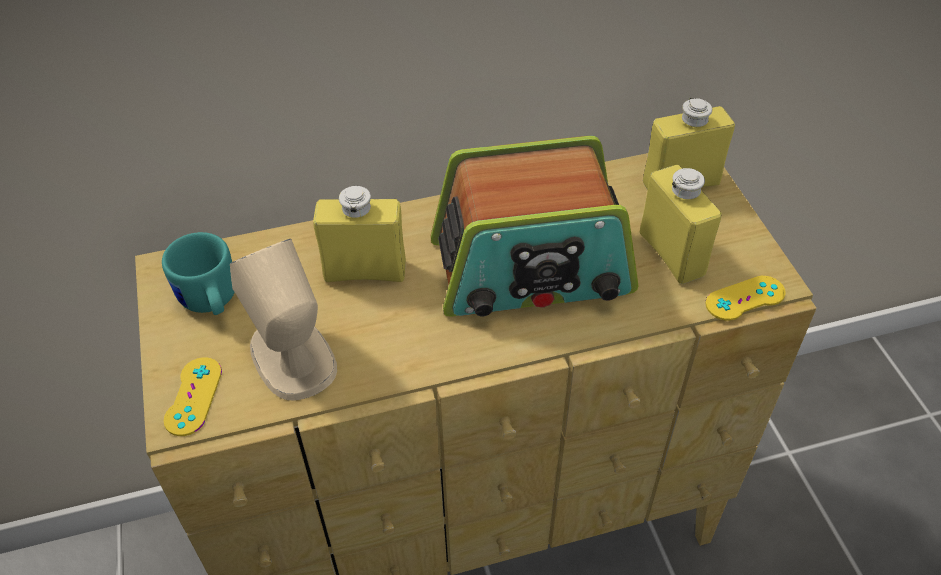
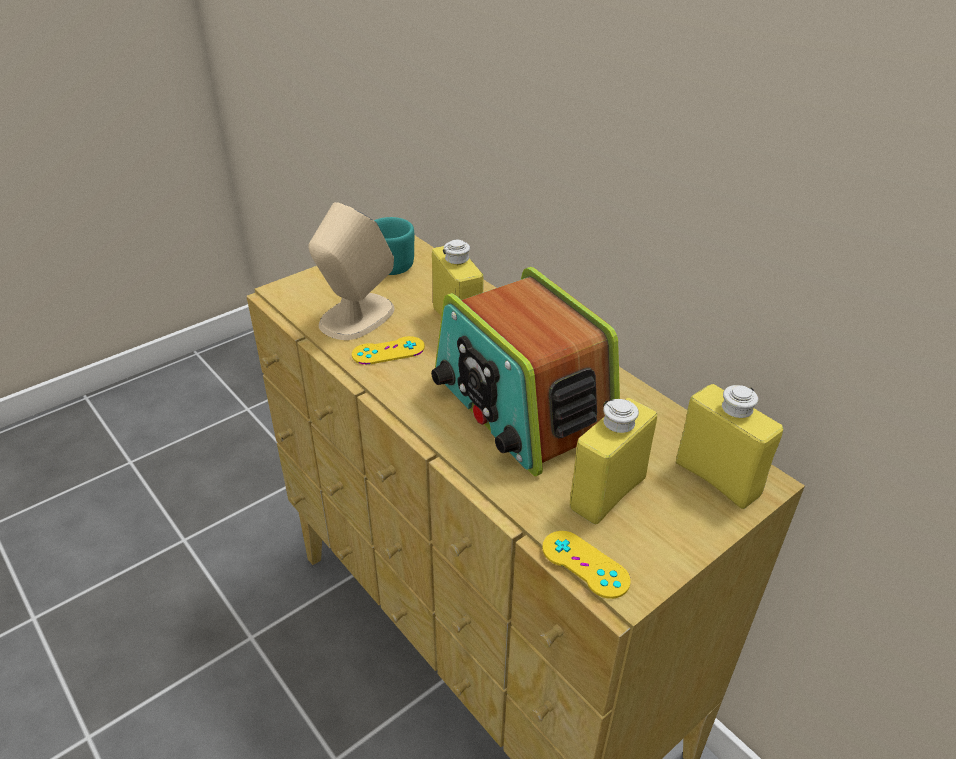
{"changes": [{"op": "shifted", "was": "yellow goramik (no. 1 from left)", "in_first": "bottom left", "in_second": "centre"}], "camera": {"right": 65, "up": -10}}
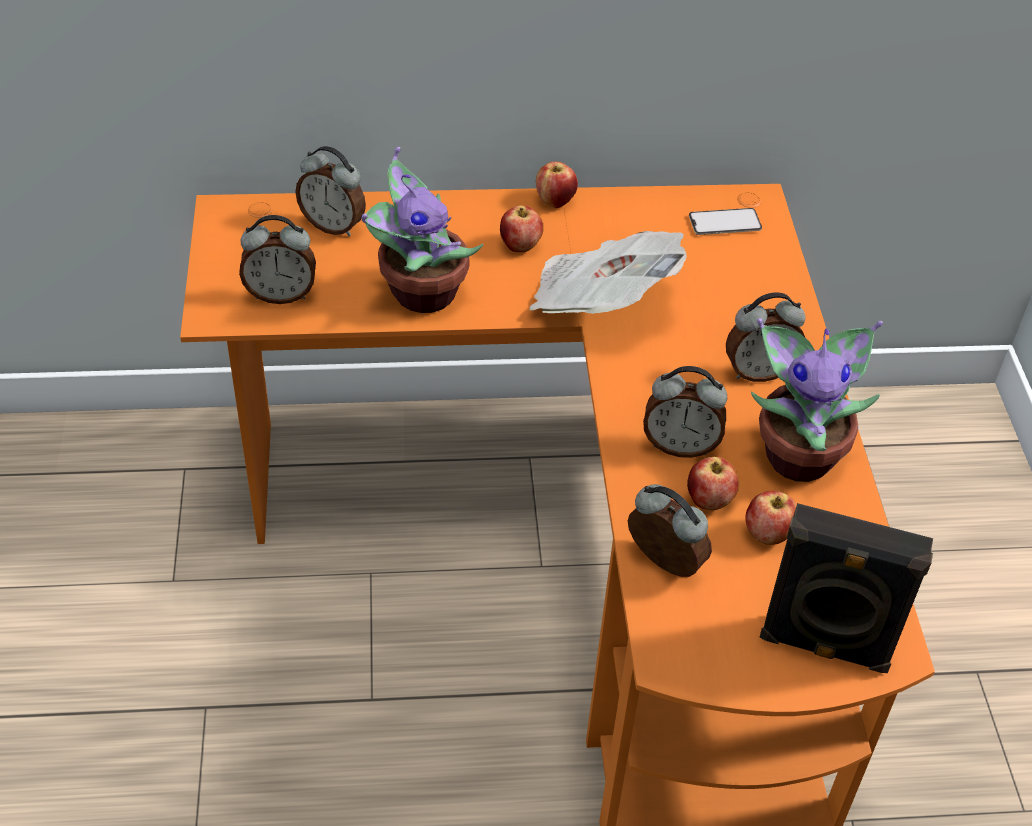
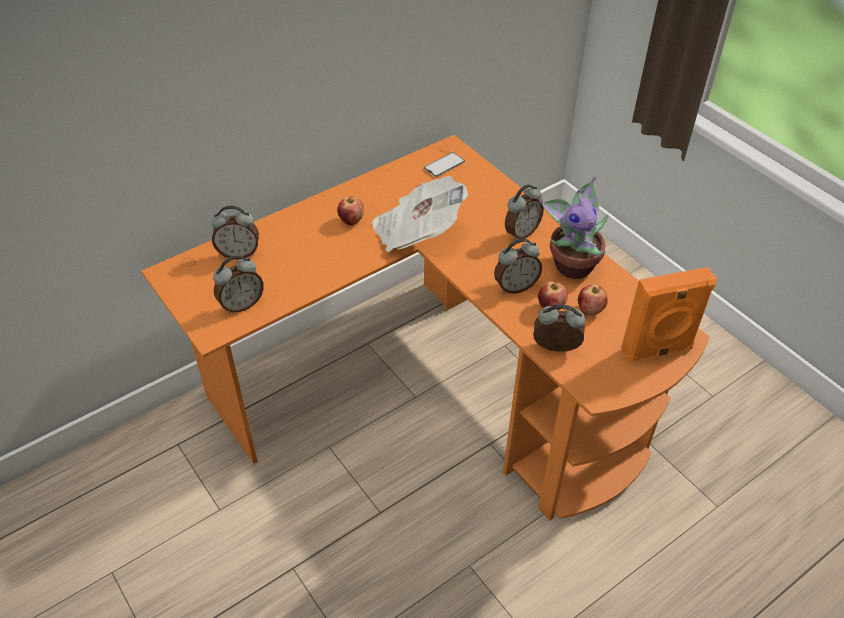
{"changes": [{"op": "gone", "was": "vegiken (no. 1 from left)", "in_first": "top centre"}, {"op": "gone", "was": "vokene (no. 2 from left)", "in_first": "top centre"}, {"op": "repainted", "was": "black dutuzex", "now": "orange dutuzex", "in_first": "bottom right", "in_second": "middle right"}], "camera": {"right": -30, "up": 0}}
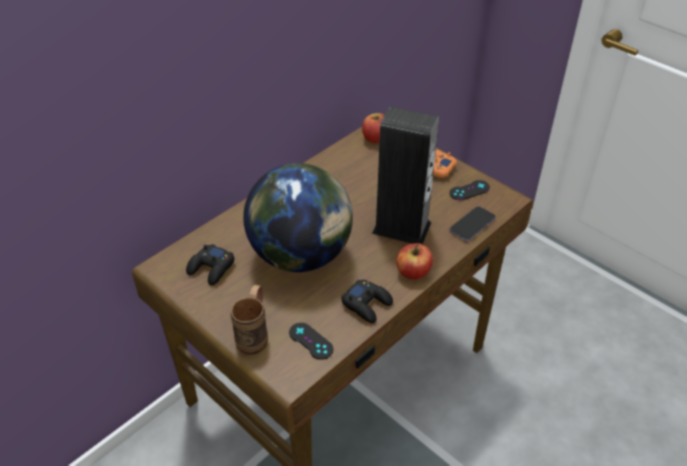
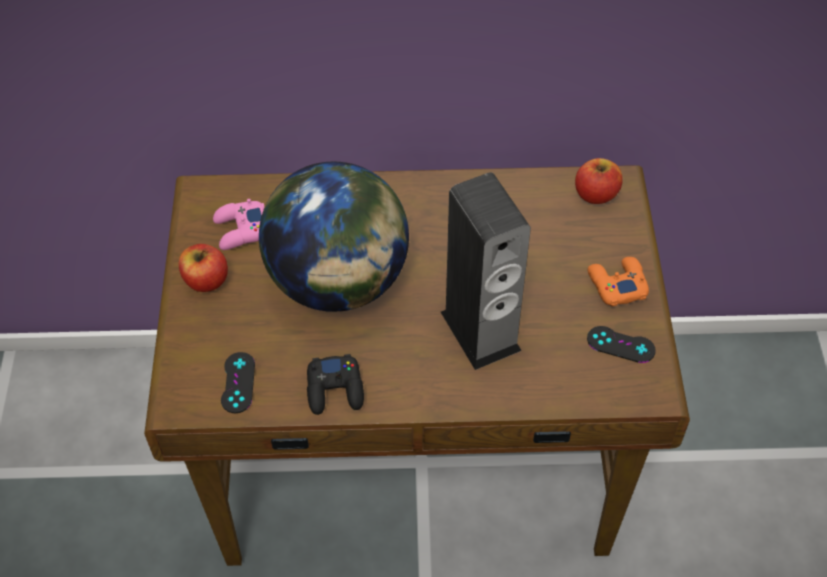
{"changes": [{"op": "repainted", "was": "black goramik (no. 1 from left)", "now": "pink goramik", "in_first": "middle left", "in_second": "middle left"}, {"op": "gone", "was": "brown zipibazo", "in_first": "bottom centre"}, {"op": "shifted", "was": "vokene (no. 2 from left in the first image)", "now": "vokene (no. 1 from left)", "in_first": "centre", "in_second": "middle left"}, {"op": "gone", "was": "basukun", "in_first": "middle right"}], "camera": {"right": 45, "up": 10}}
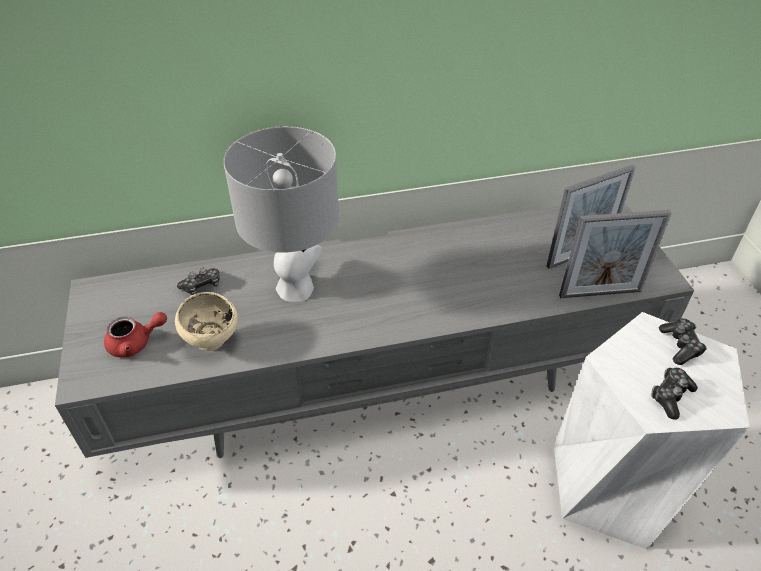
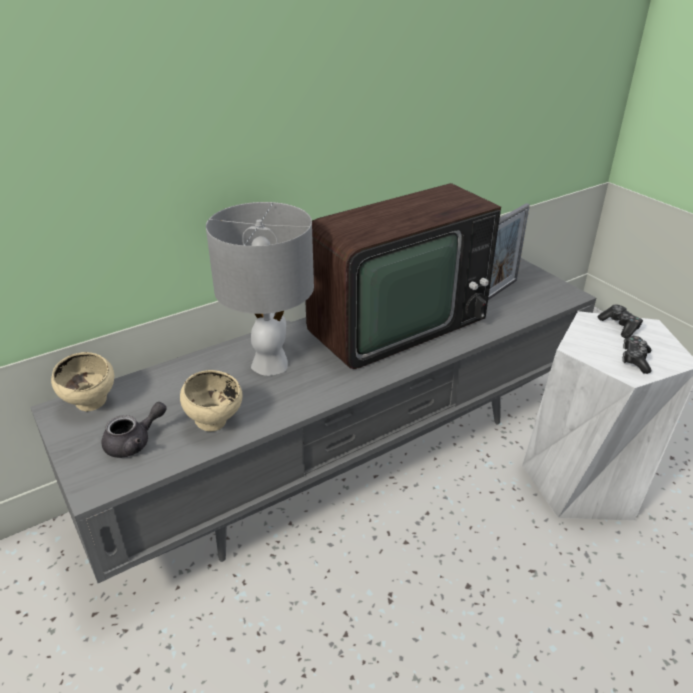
{"changes": [{"op": "repainted", "was": "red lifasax", "now": "grey lifasax", "in_first": "middle left", "in_second": "middle left"}, {"op": "gone", "was": "goramik (no. 1 from left)", "in_first": "middle left"}, {"op": "gone", "was": "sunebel (no. 2 from left)", "in_first": "middle right"}, {"op": "new", "now": "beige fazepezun (no. 1 from left)", "in_second": "middle left"}, {"op": "new", "now": "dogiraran", "in_second": "centre"}], "camera": {"right": -20, "up": -10}}
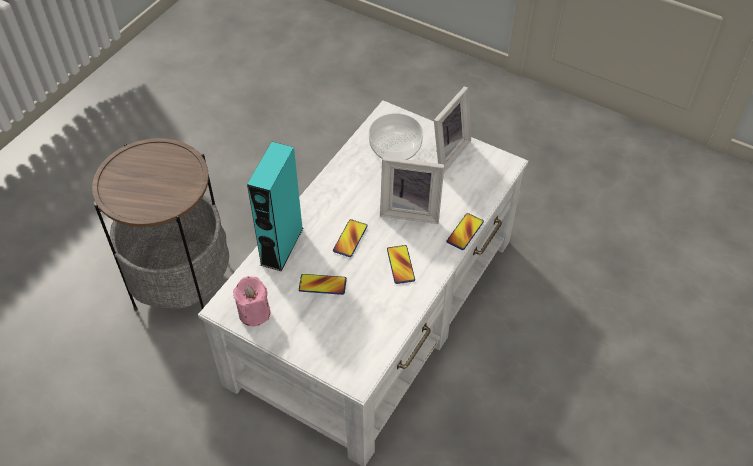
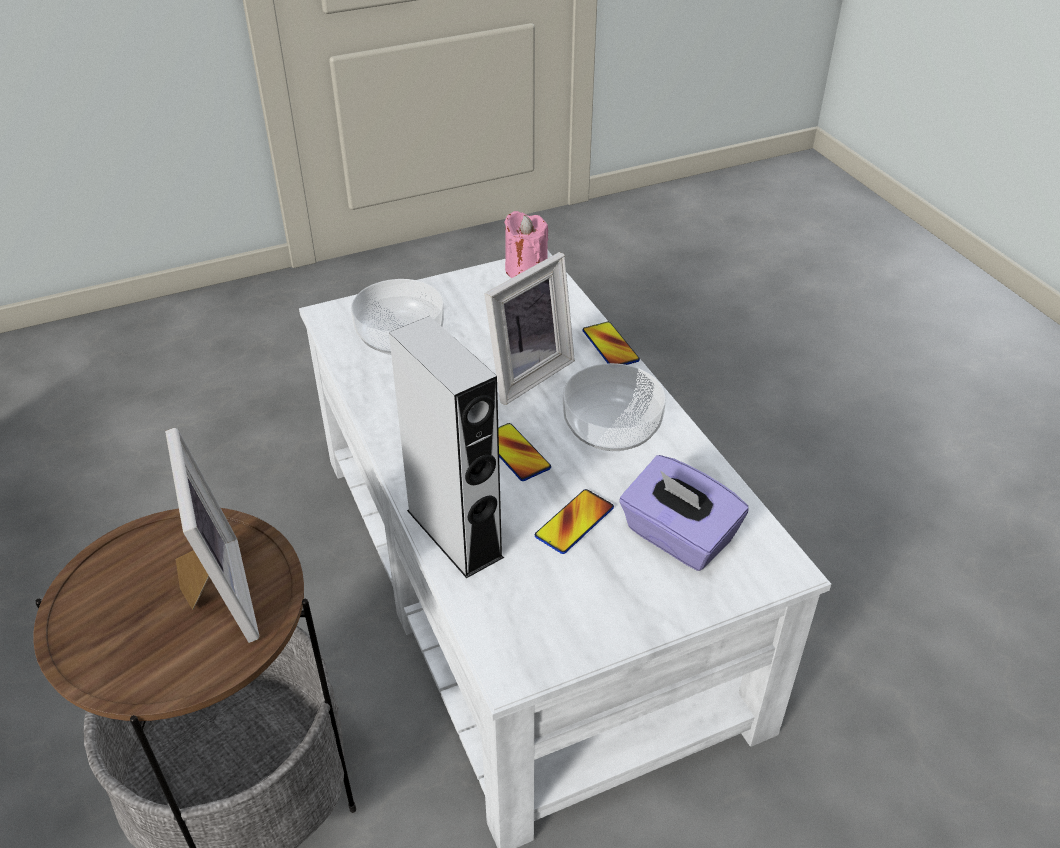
{"changes": [{"op": "shifted", "was": "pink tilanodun", "in_first": "centre", "in_second": "top centre"}, {"op": "repainted", "was": "turquoise dutuzex", "now": "grey dutuzex", "in_first": "centre", "in_second": "centre"}, {"op": "swapped", "was": "basukun (no. 3 from left)", "now": "fazepezun (no. 2 from left)", "in_first": "centre", "in_second": "centre"}, {"op": "shifted", "was": "sunebel (no. 2 from left in the first image)", "now": "sunebel (no. 1 from left)", "in_first": "top centre", "in_second": "middle left"}, {"op": "new", "now": "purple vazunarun", "in_second": "centre"}], "camera": {"right": -55, "up": -10}}
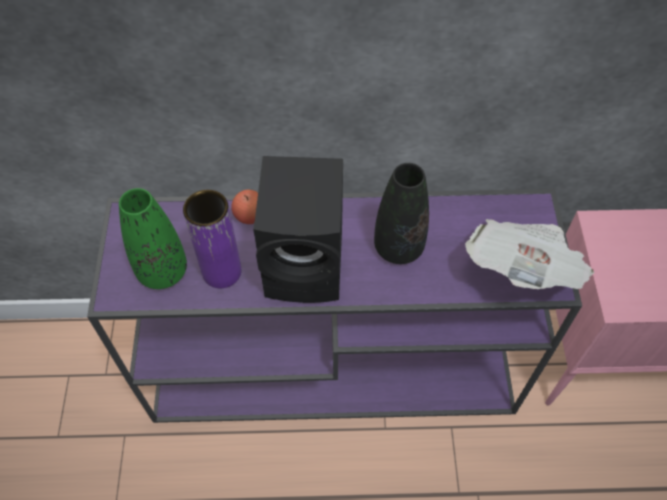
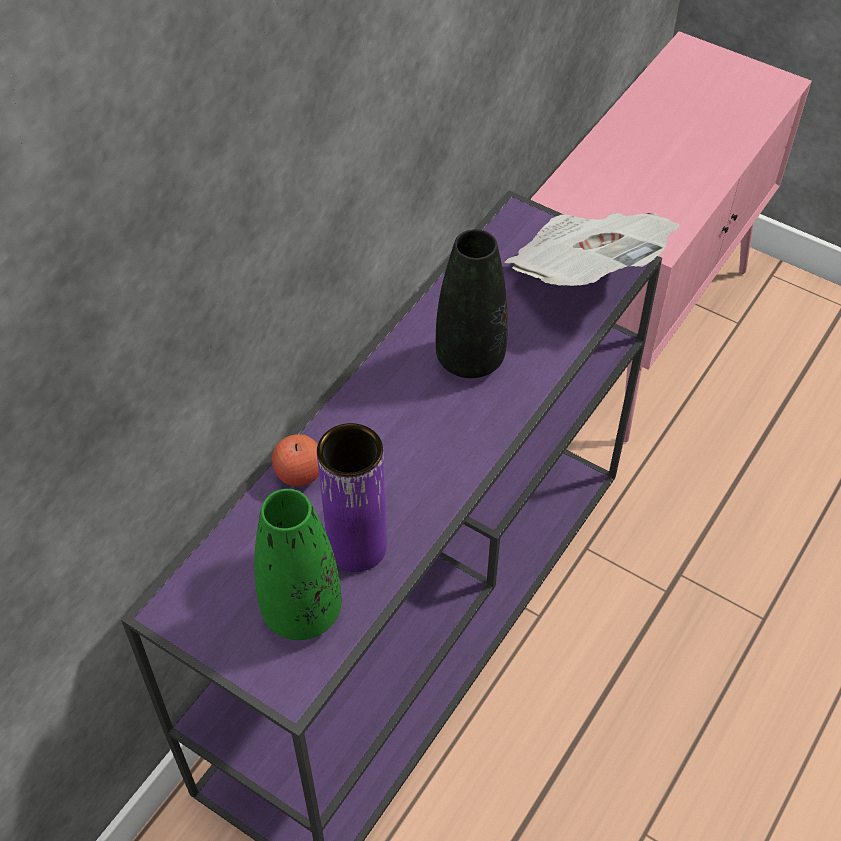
{"changes": [{"op": "gone", "was": "black dutuzex", "in_first": "centre"}], "camera": {"right": -55, "up": -5}}
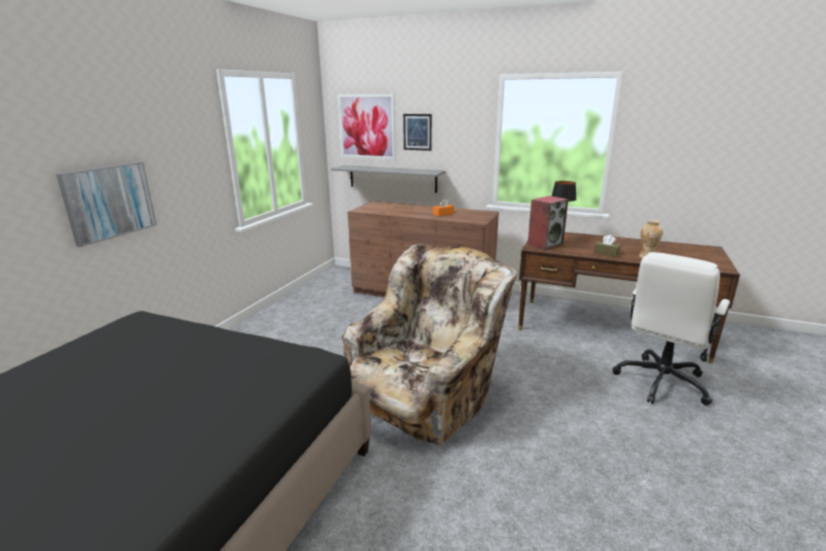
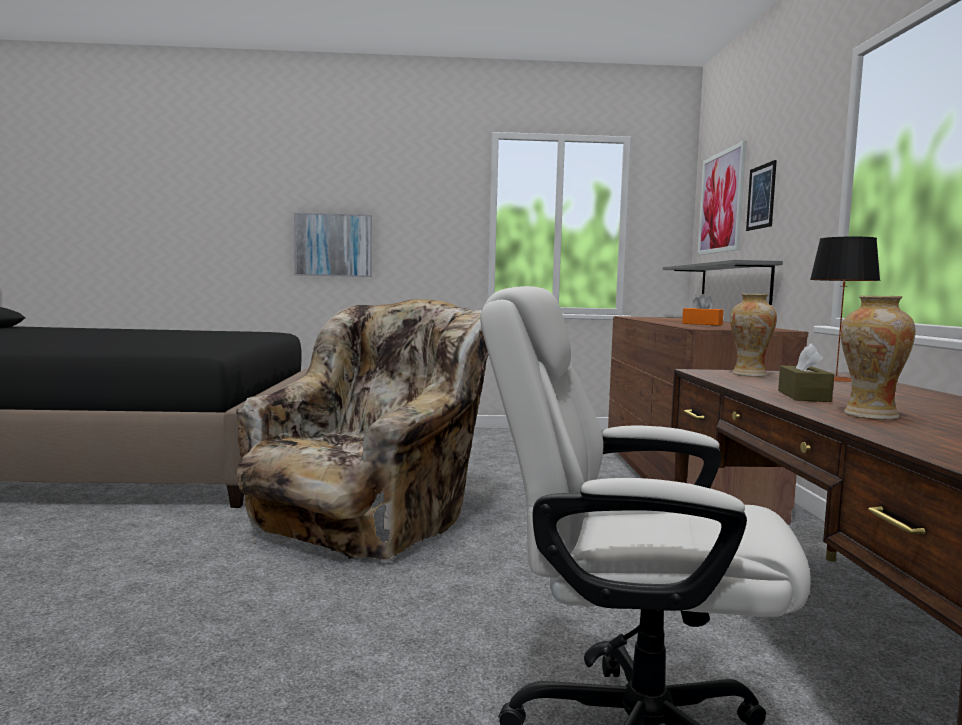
{"changes": [{"op": "rotated", "was": "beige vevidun", "in_first": "centre", "in_second": "centre", "clockwise": -75}, {"op": "swapped", "was": "dutuzex", "now": "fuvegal (no. 1 from left)", "in_first": "centre", "in_second": "middle right"}], "camera": {"right": 65, "up": -15}}
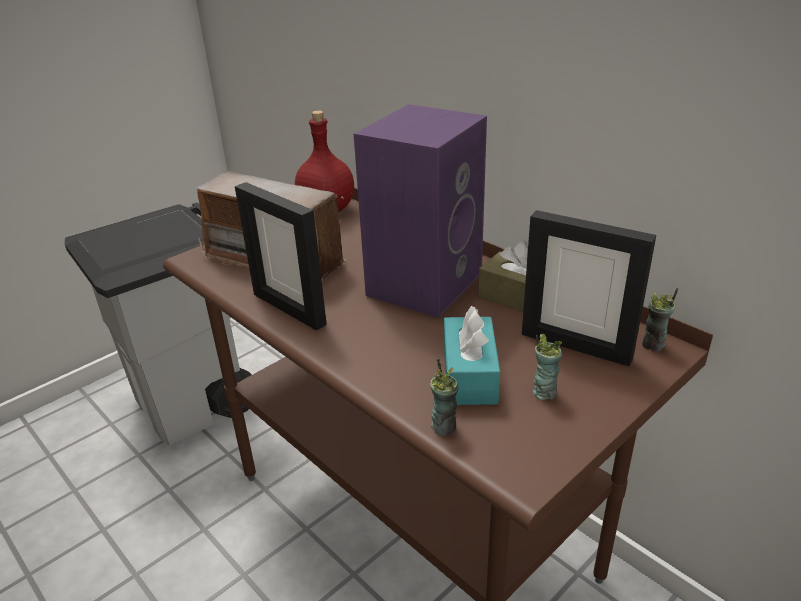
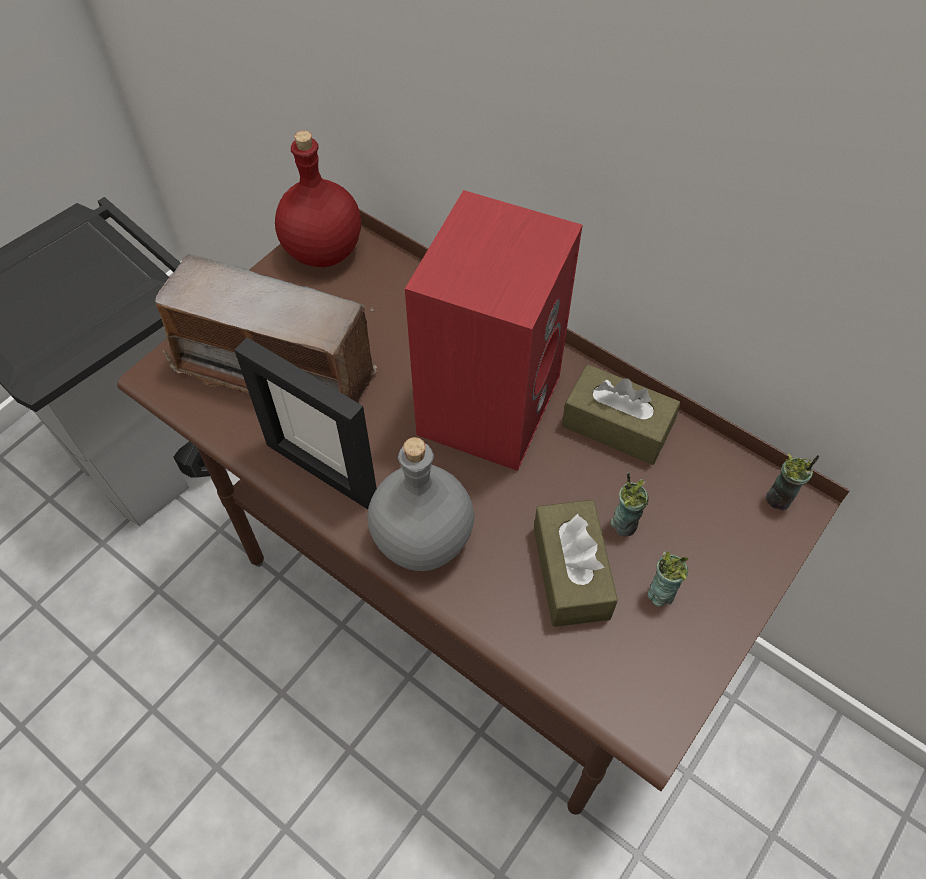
{"changes": [{"op": "repainted", "was": "purple dutuzex", "now": "red dutuzex", "in_first": "centre", "in_second": "centre"}, {"op": "shifted", "was": "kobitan (no. 1 from left)", "in_first": "centre", "in_second": "middle right"}, {"op": "repainted", "was": "turquoise vazunarun", "now": "brown vazunarun (no. 1 from left)", "in_first": "centre", "in_second": "centre"}, {"op": "gone", "was": "sunebel (no. 2 from left)", "in_first": "middle right"}, {"op": "new", "now": "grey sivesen", "in_second": "centre"}], "camera": {"right": -10, "up": 25}}
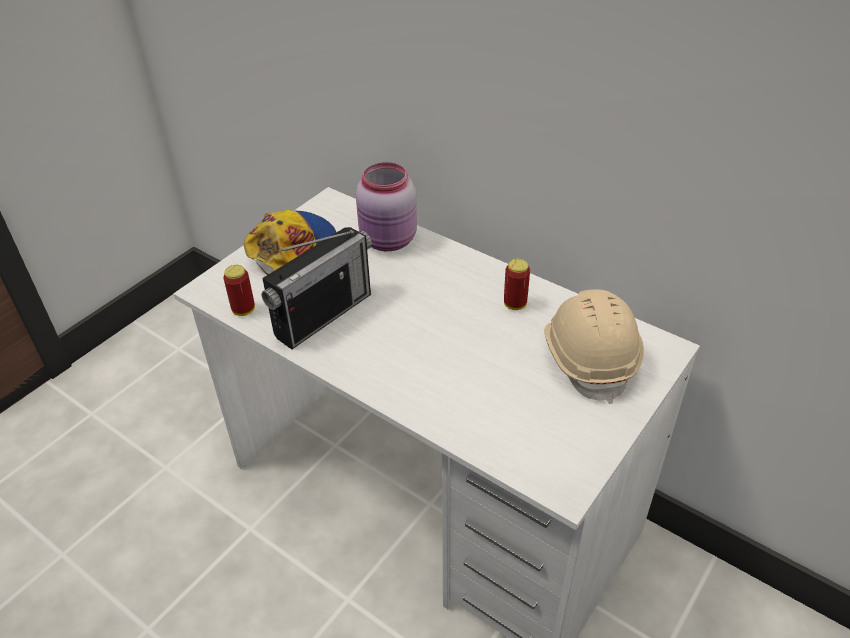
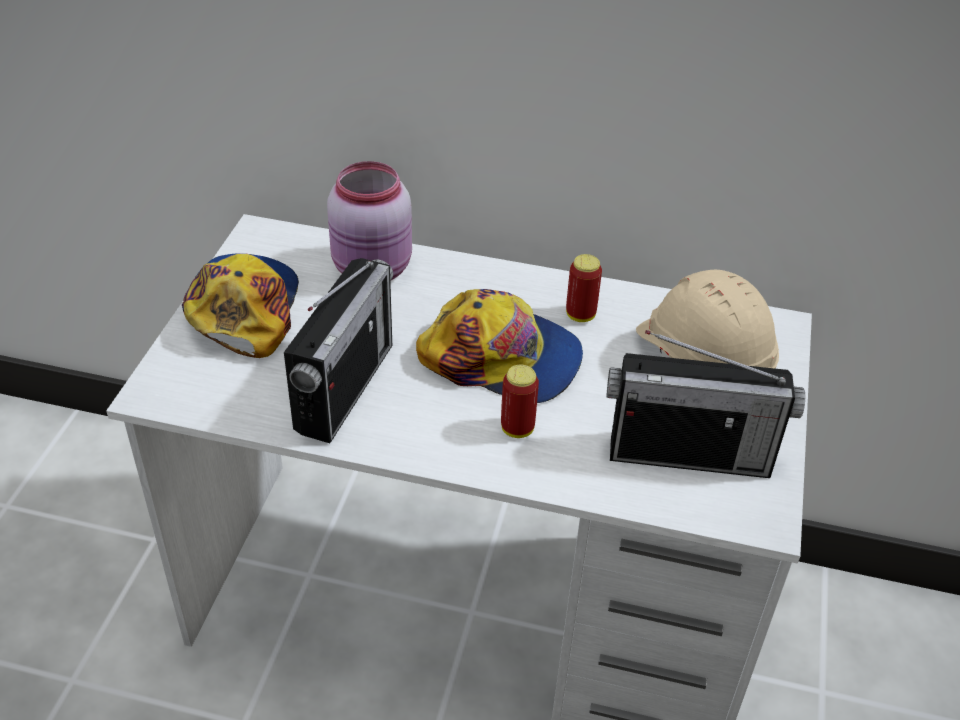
{"changes": [{"op": "shifted", "was": "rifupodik (no. 1 from left)", "in_first": "middle left", "in_second": "centre"}, {"op": "new", "now": "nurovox (no. 2 from left)", "in_second": "centre"}, {"op": "new", "now": "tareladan (no. 2 from left)", "in_second": "middle right"}], "camera": {"right": -25, "up": 0}}
